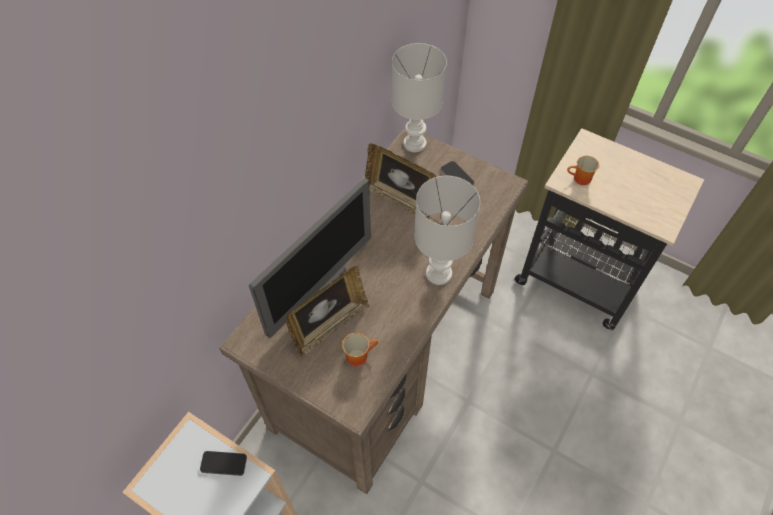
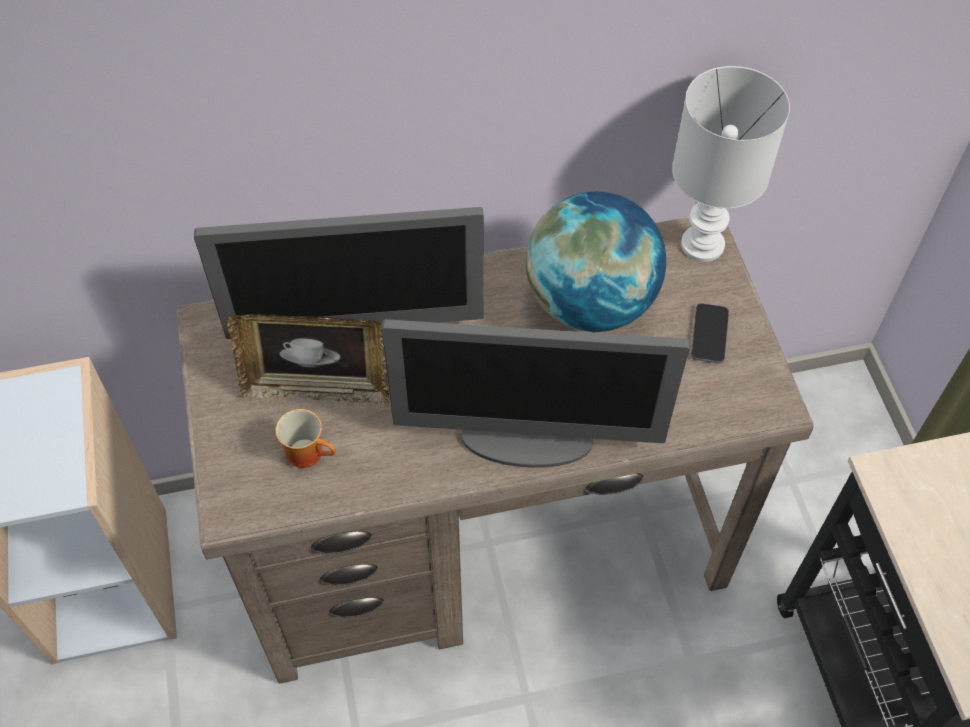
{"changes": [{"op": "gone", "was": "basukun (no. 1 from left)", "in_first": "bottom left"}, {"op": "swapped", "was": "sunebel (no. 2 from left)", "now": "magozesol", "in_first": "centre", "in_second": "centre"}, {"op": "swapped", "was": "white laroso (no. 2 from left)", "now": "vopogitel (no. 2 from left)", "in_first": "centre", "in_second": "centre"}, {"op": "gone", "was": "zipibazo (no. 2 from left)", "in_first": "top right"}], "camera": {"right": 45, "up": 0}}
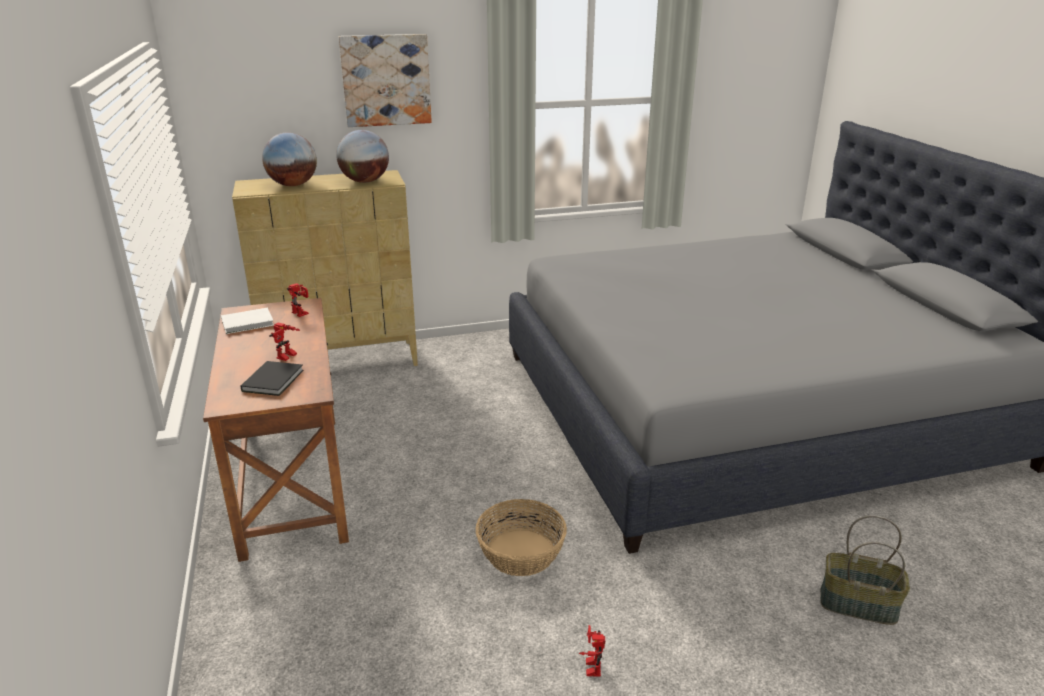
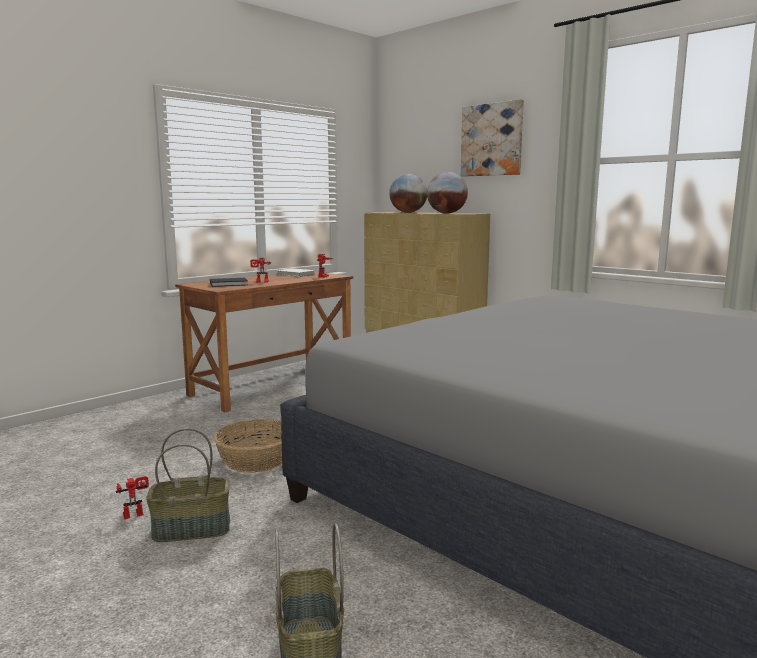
{"changes": [{"op": "new", "now": "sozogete (no. 1 from left)", "in_second": "bottom left"}], "camera": {"right": 60, "up": -15}}
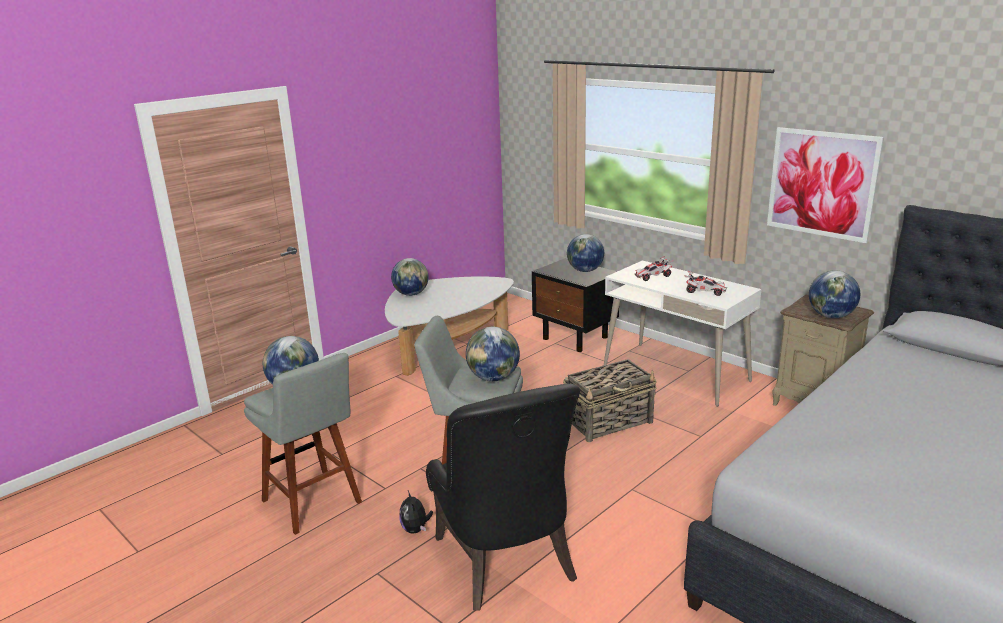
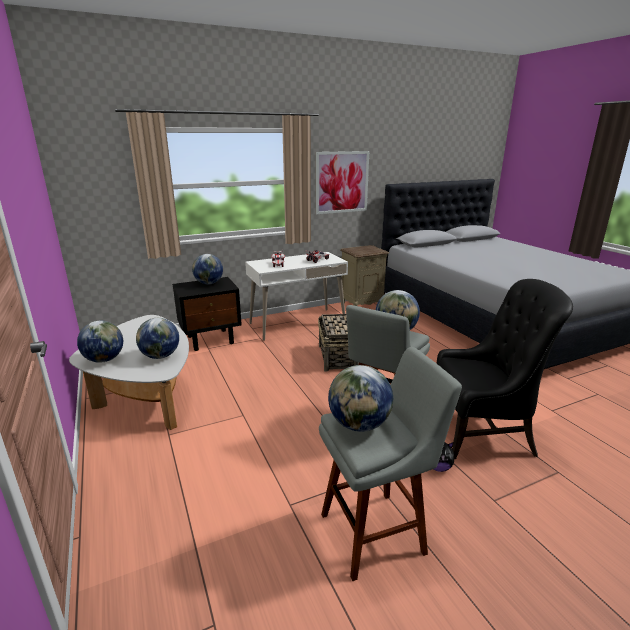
{"changes": [{"op": "shifted", "was": "magozesol (no. 5 from left in the first image)", "now": "magozesol (no. 2 from left)", "in_first": "middle right", "in_second": "middle left"}], "camera": {"right": -70, "up": 0}}
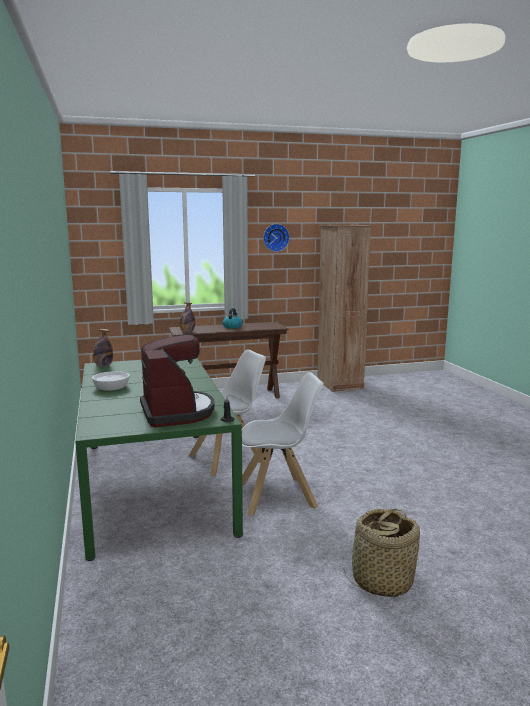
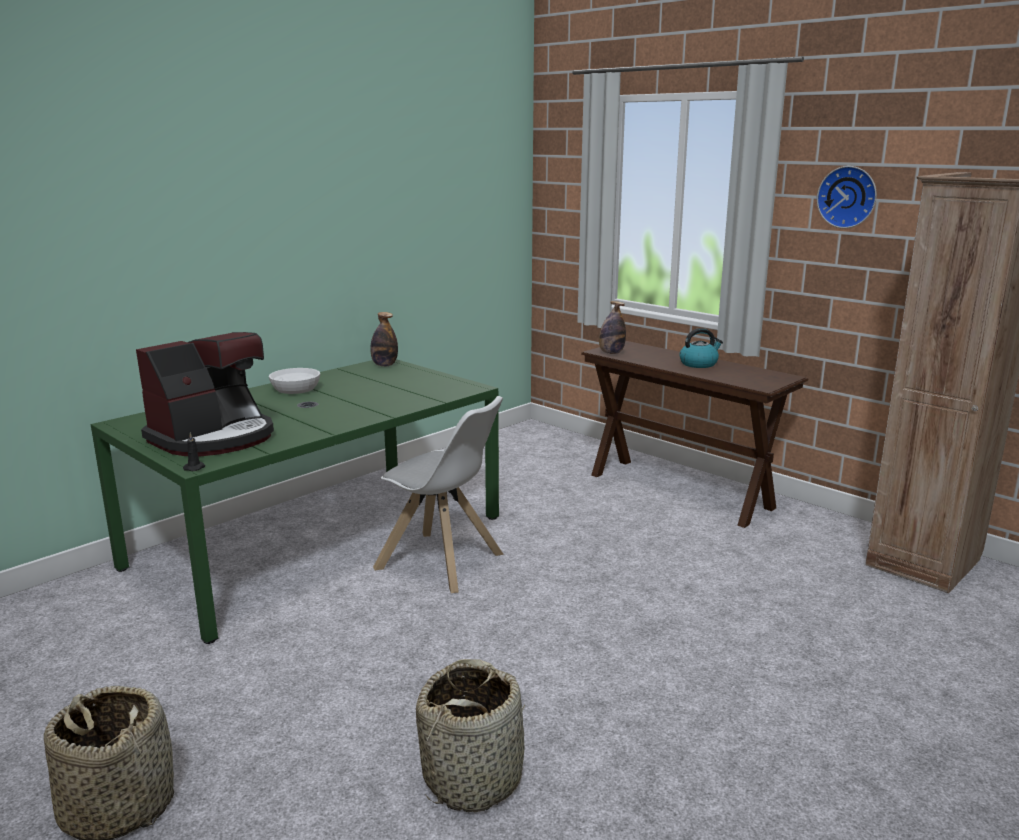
{"changes": [{"op": "gone", "was": "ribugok (no. 2 from left)", "in_first": "centre"}, {"op": "new", "now": "sozogete (no. 2 from left)", "in_second": "bottom centre"}], "camera": {"right": 60, "up": 5}}
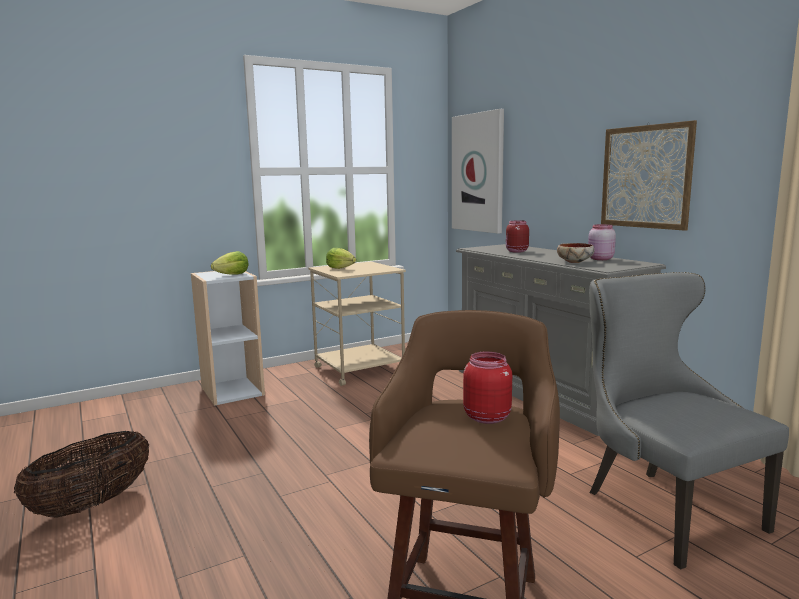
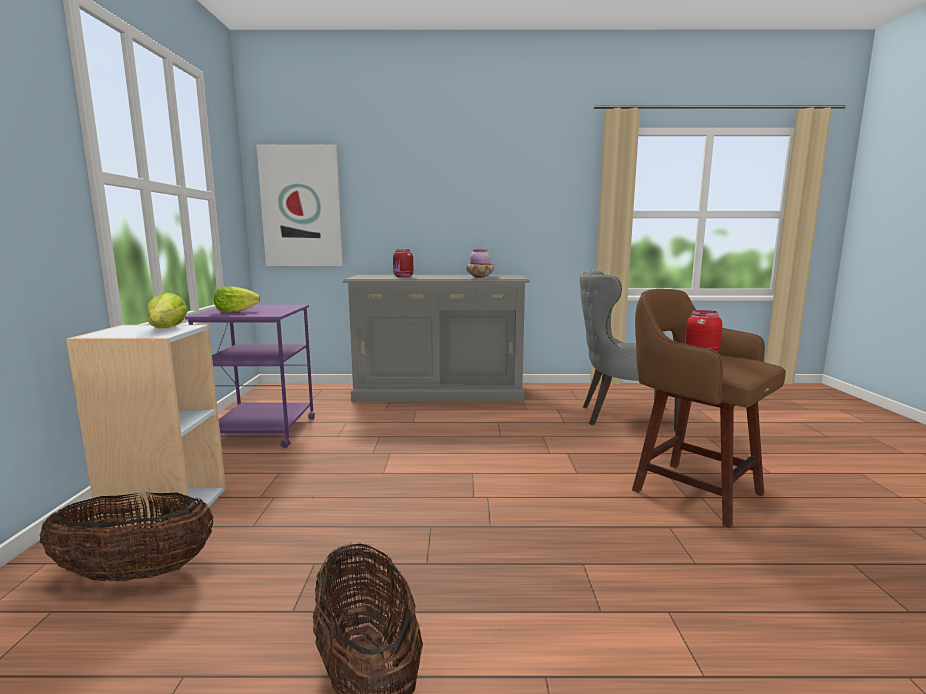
{"changes": [{"op": "repainted", "was": "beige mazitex", "now": "purple mazitex", "in_first": "centre", "in_second": "middle left"}, {"op": "gone", "was": "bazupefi (no. 2 from left)", "in_first": "top right"}, {"op": "new", "now": "sozogete (no. 1 from left)", "in_second": "bottom left"}], "camera": {"right": -60, "up": 0}}
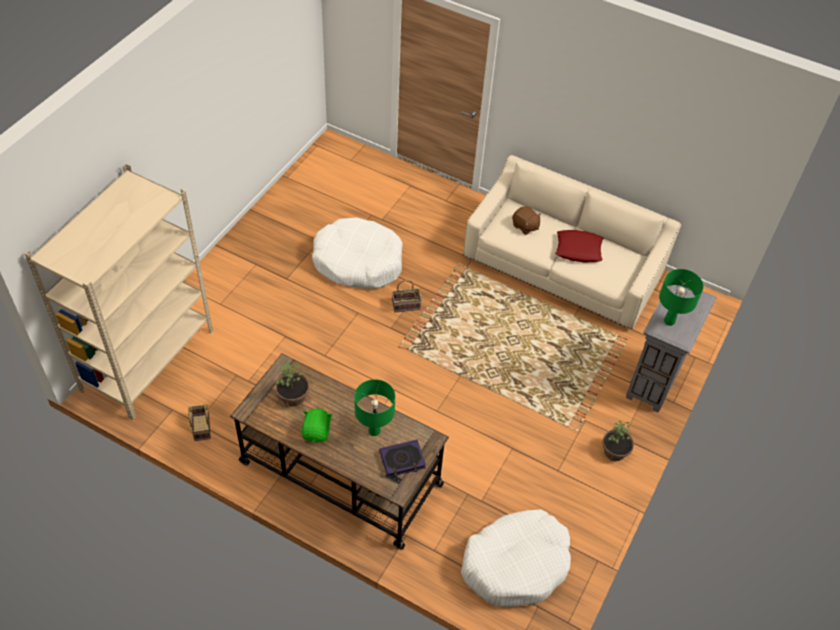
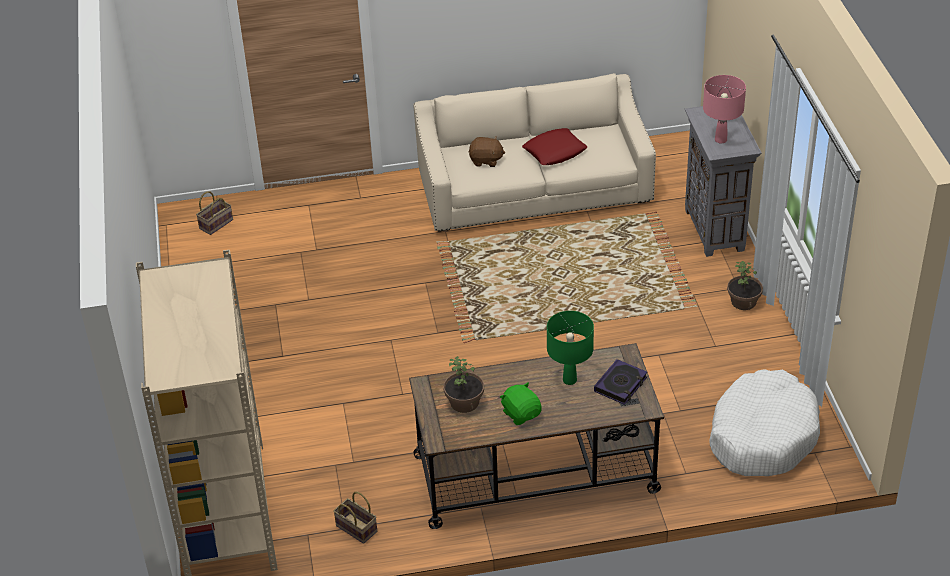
{"changes": [{"op": "gone", "was": "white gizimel (no. 1 from left)", "in_first": "centre"}, {"op": "shifted", "was": "sozogete (no. 2 from left in the first image)", "now": "sozogete (no. 1 from left)", "in_first": "centre", "in_second": "middle left"}, {"op": "repainted", "was": "green laroso (no. 2 from left)", "now": "pink laroso", "in_first": "middle right", "in_second": "top right"}], "camera": {"right": -35, "up": -10}}
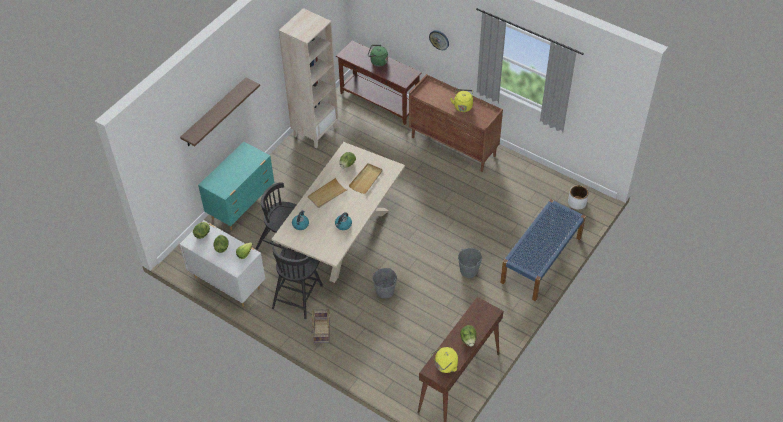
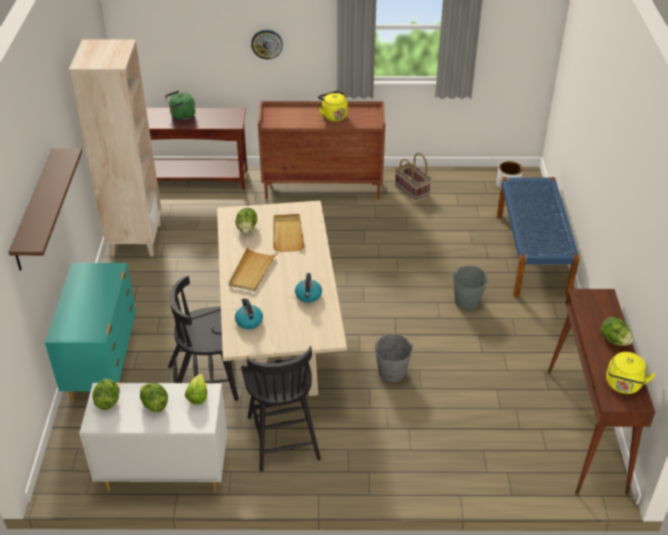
{"changes": [{"op": "shifted", "was": "sozogete", "in_first": "bottom centre", "in_second": "top centre"}], "camera": {"right": -35, "up": -10}}
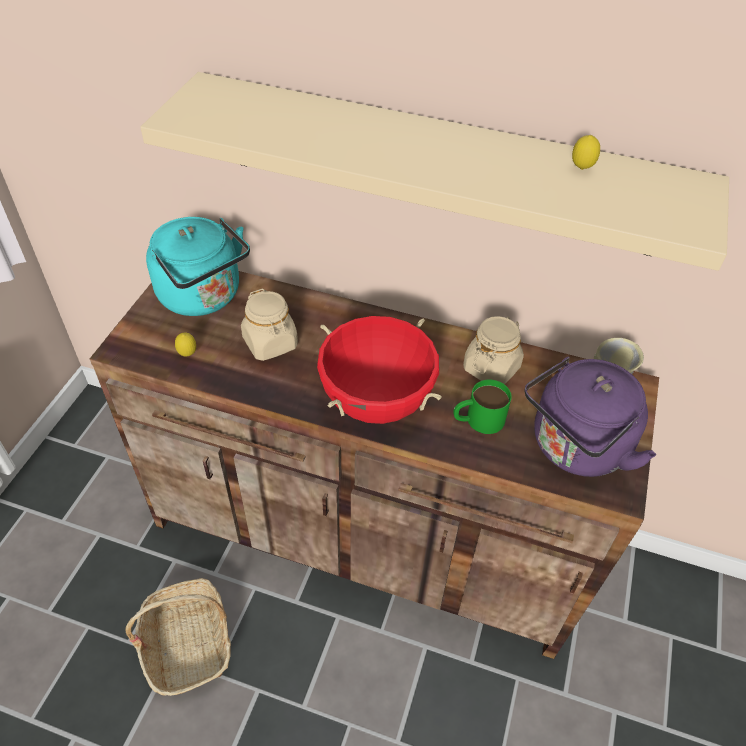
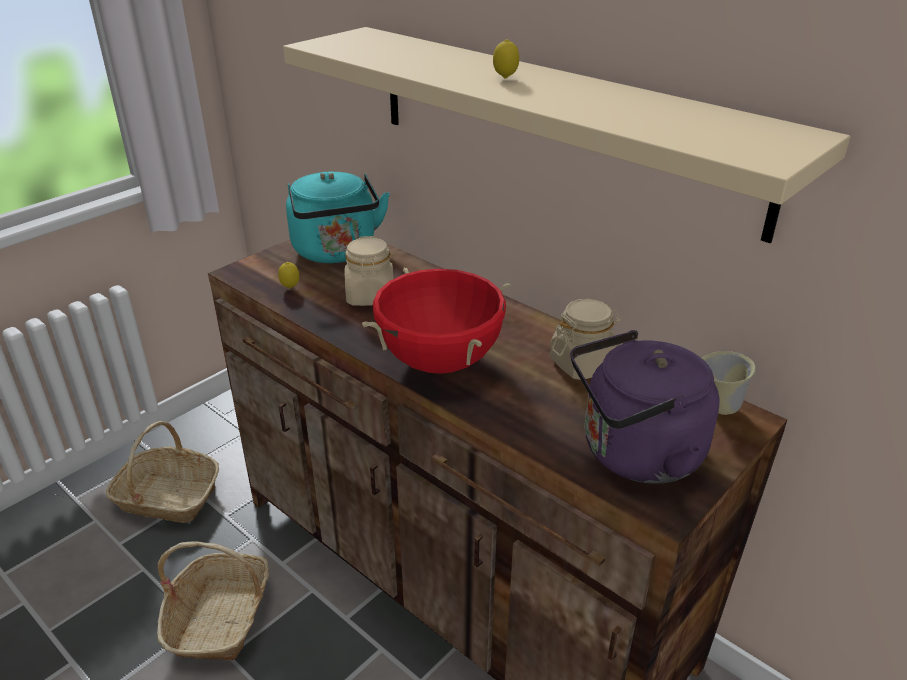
{"changes": [{"op": "gone", "was": "green zipibazo", "in_first": "centre"}, {"op": "shifted", "was": "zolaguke (no. 2 from left)", "in_first": "top right", "in_second": "top centre"}, {"op": "new", "now": "sozogete (no. 1 from left)", "in_second": "bottom left"}], "camera": {"right": 25, "up": -15}}
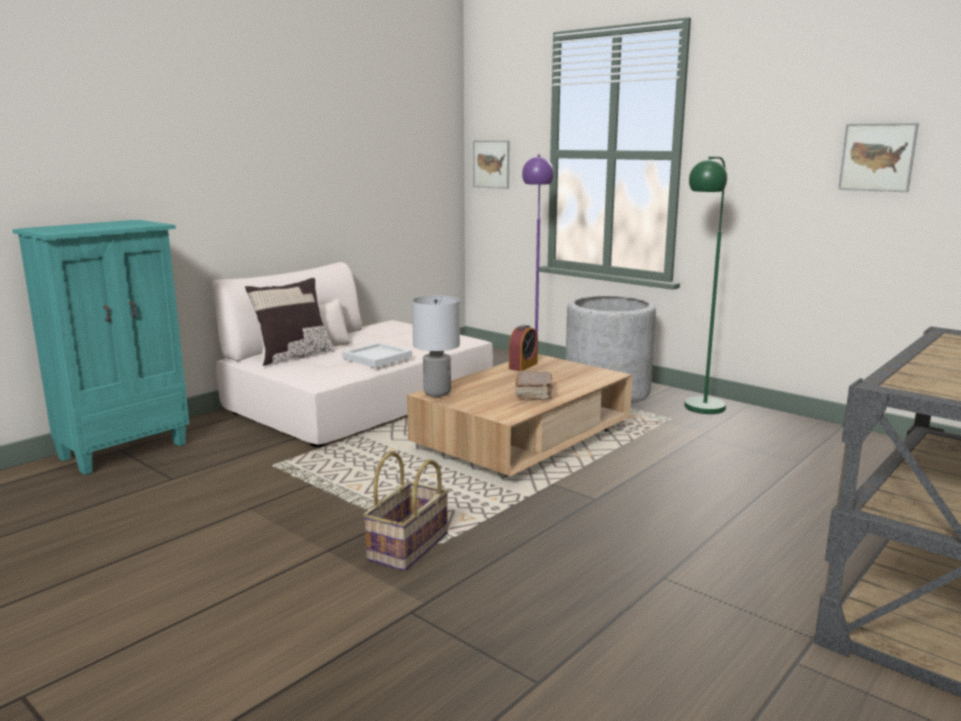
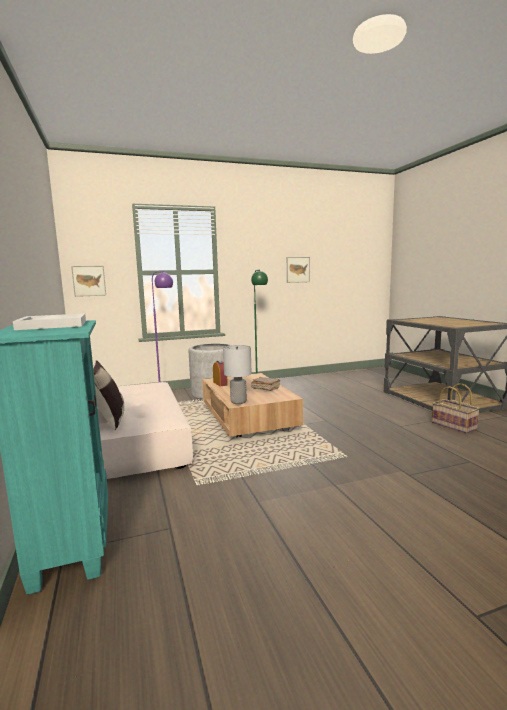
{"changes": [{"op": "shifted", "was": "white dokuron", "in_first": "centre", "in_second": "middle left"}, {"op": "shifted", "was": "sozogete", "in_first": "bottom centre", "in_second": "middle right"}], "camera": {"right": -60, "up": -5}}
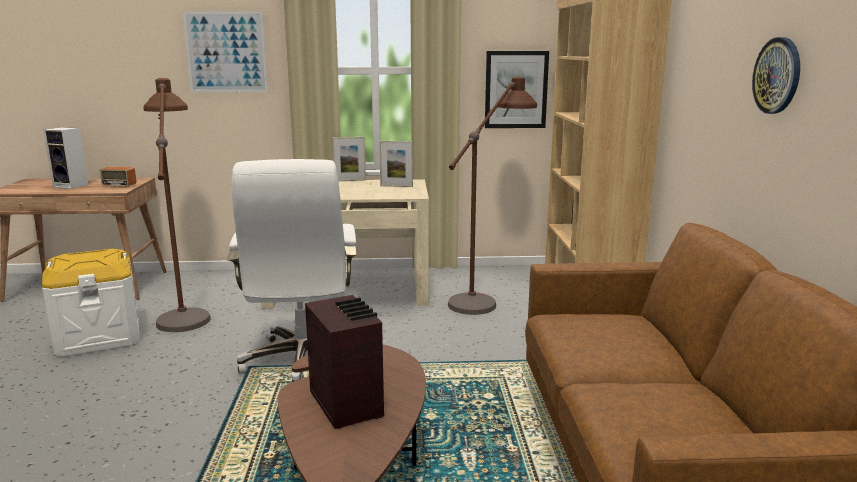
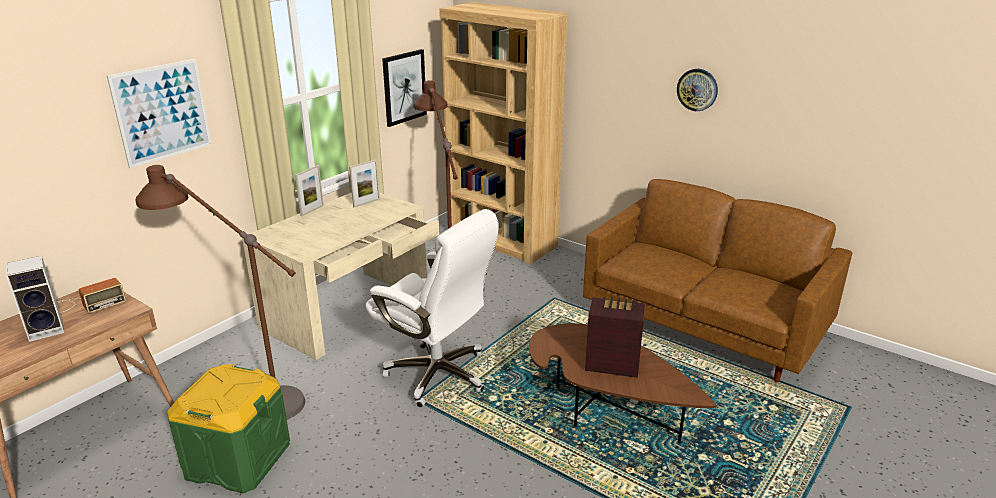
{"changes": [{"op": "repainted", "was": "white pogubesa", "now": "green pogubesa", "in_first": "middle left", "in_second": "bottom left"}], "camera": {"right": -50, "up": 10}}
